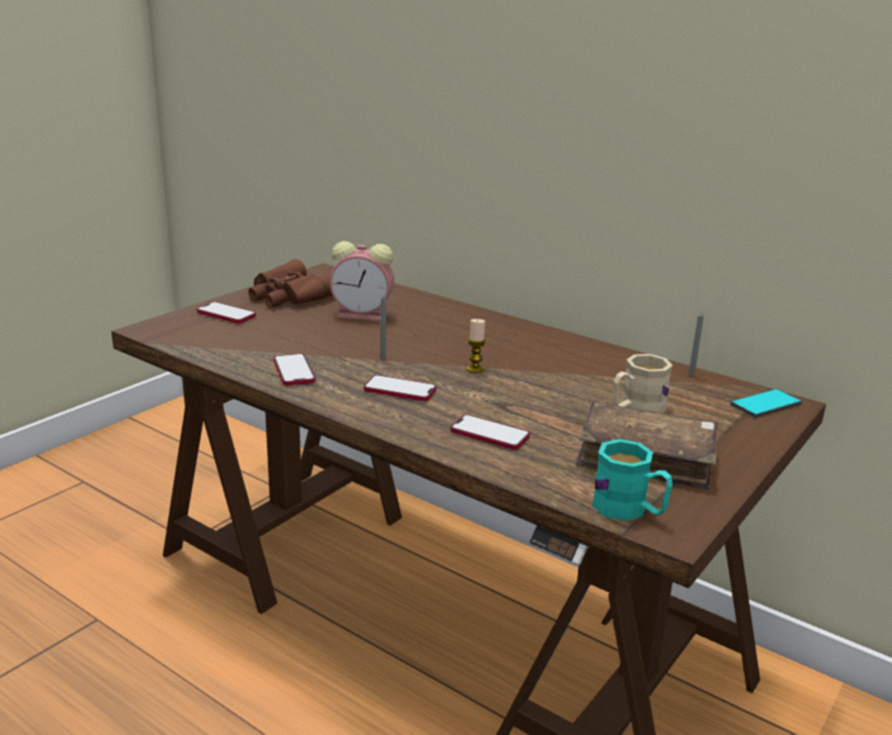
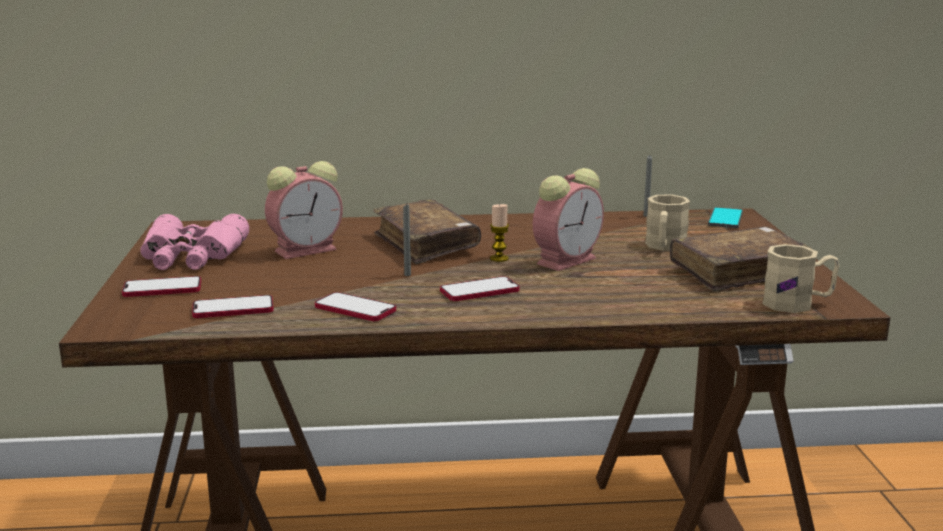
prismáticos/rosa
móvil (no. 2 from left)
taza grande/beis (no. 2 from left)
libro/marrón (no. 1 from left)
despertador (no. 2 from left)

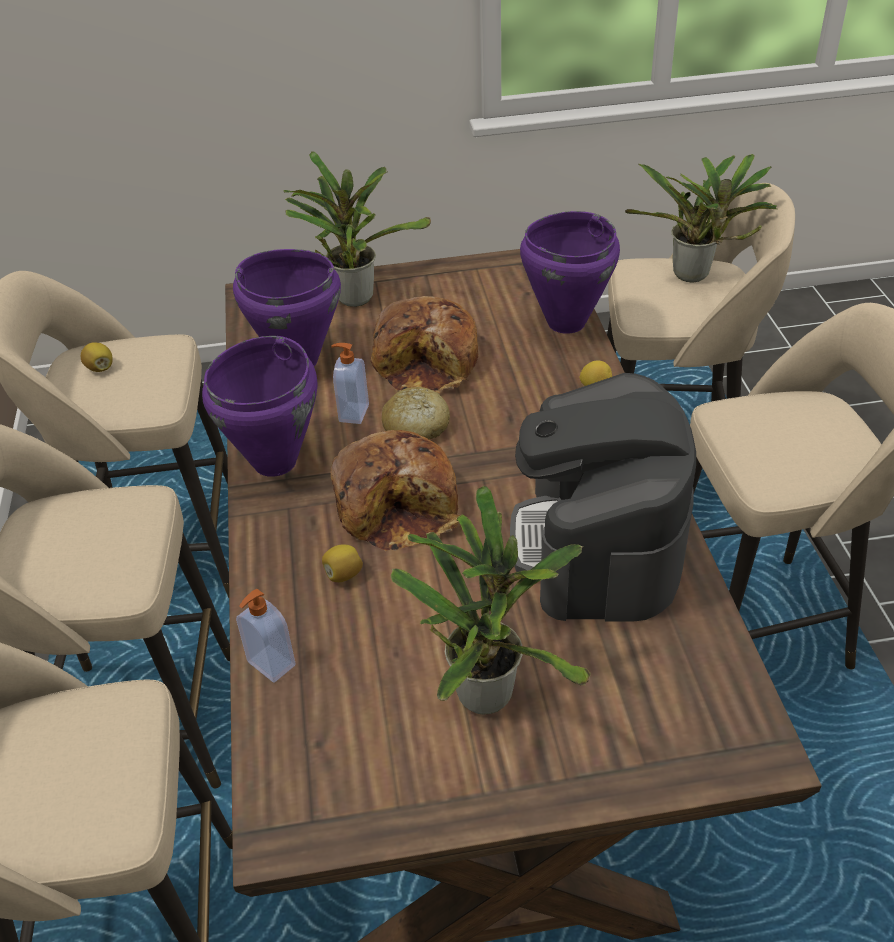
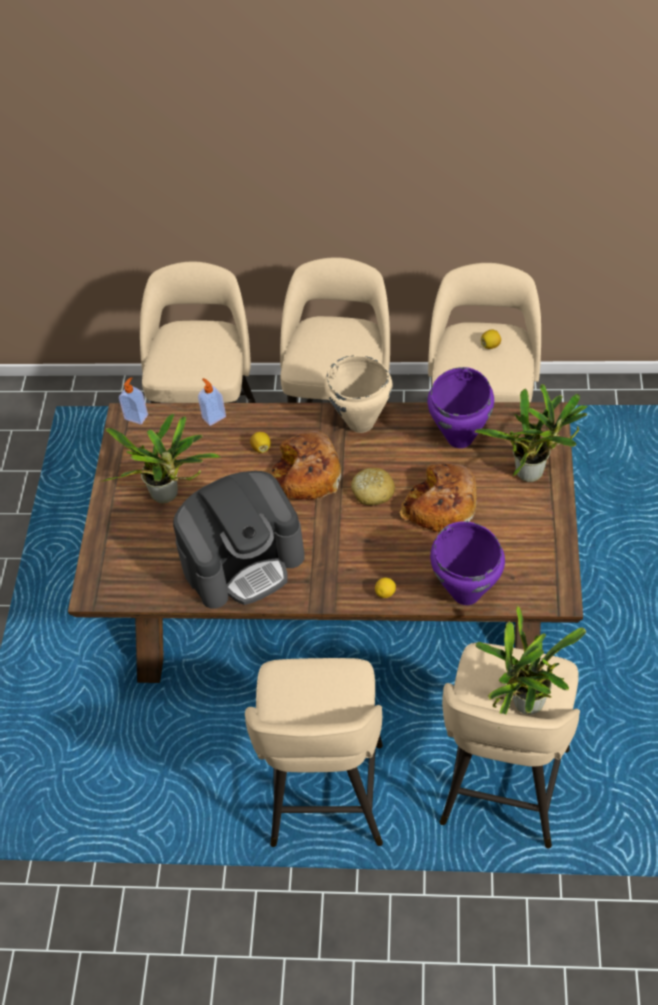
olla/beis
dispensador de jabón (no. 1 from left)
cafetera

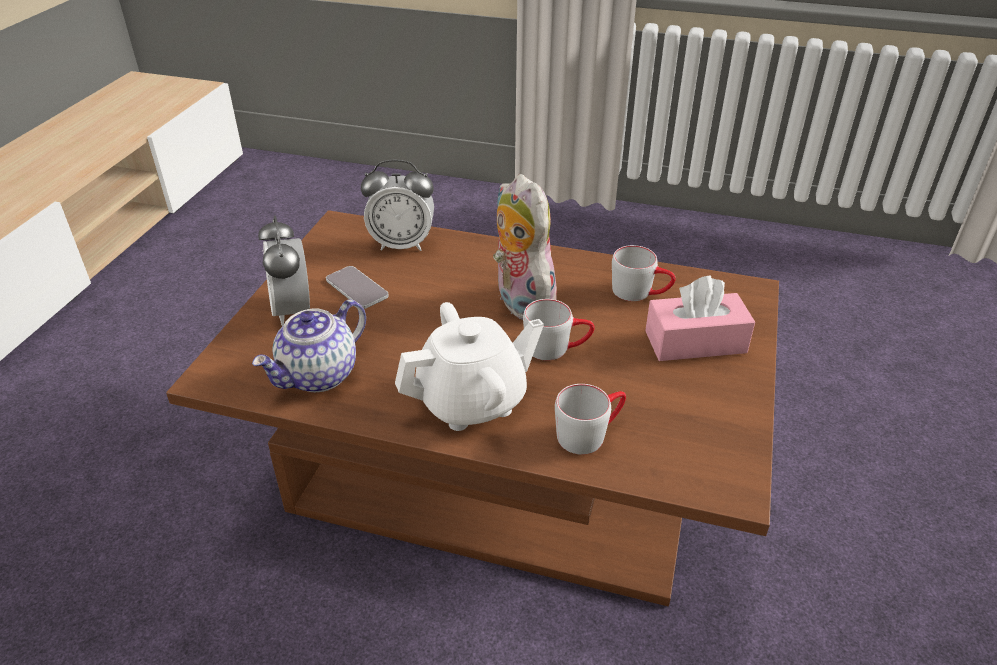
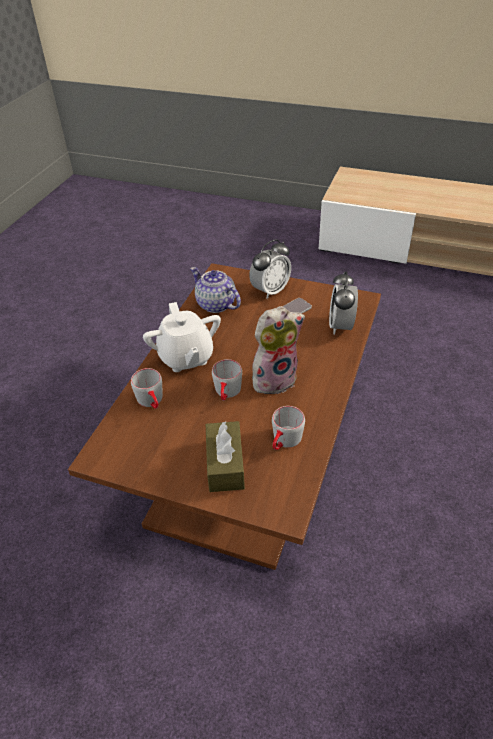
despertador (no. 1 from left)
caja de pañuelos/marrón

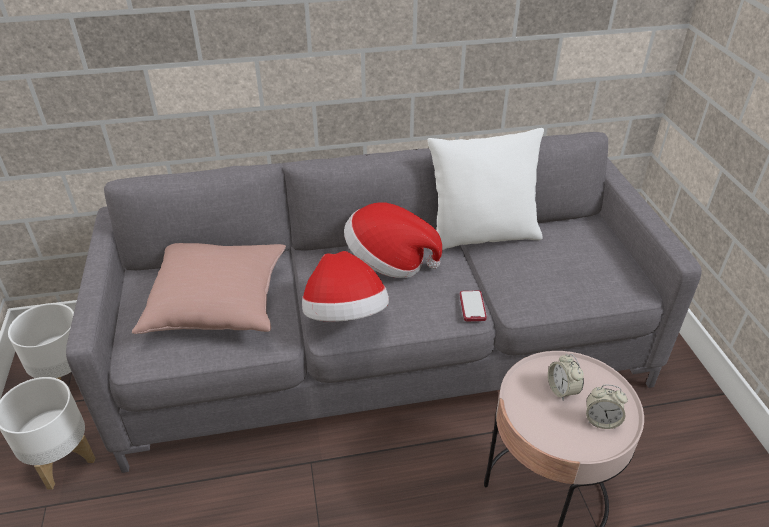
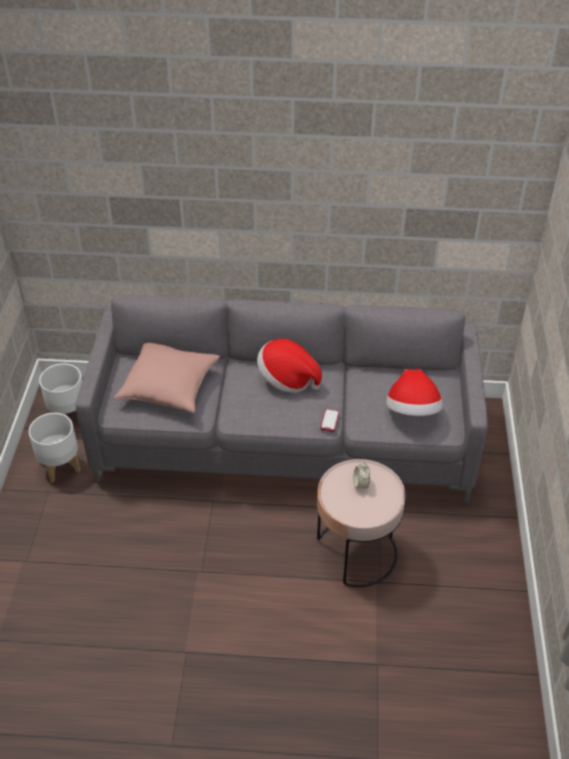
sombrero (no. 2 from left)
cojín/blanco
despertador (no. 2 from left in the first image)

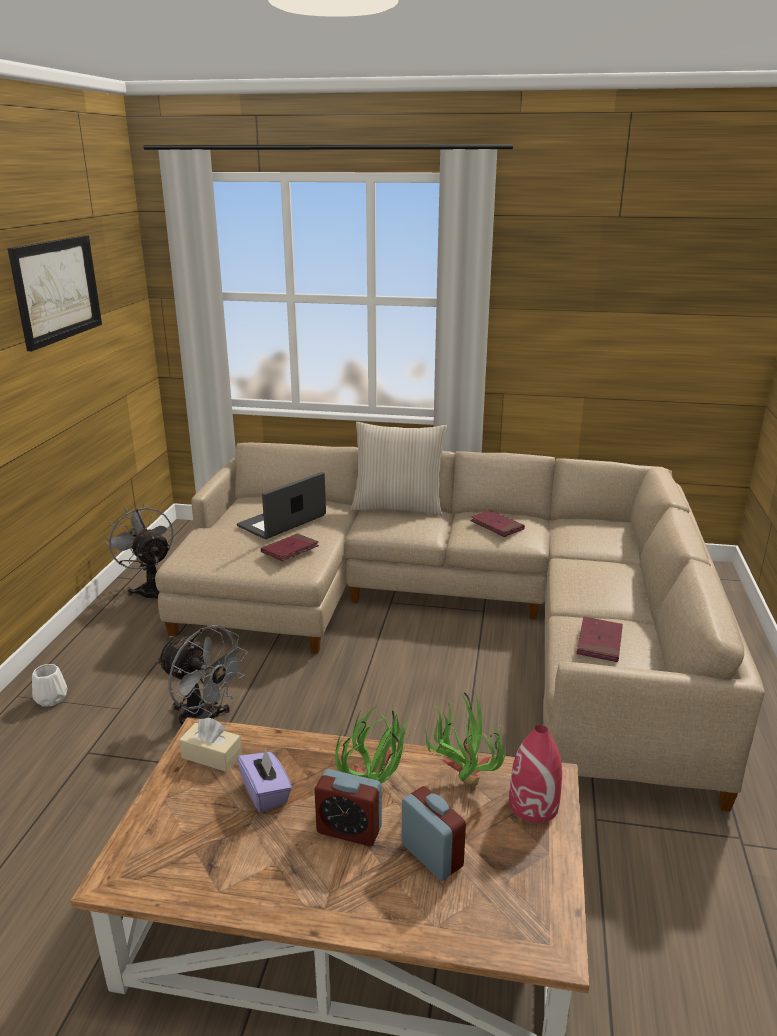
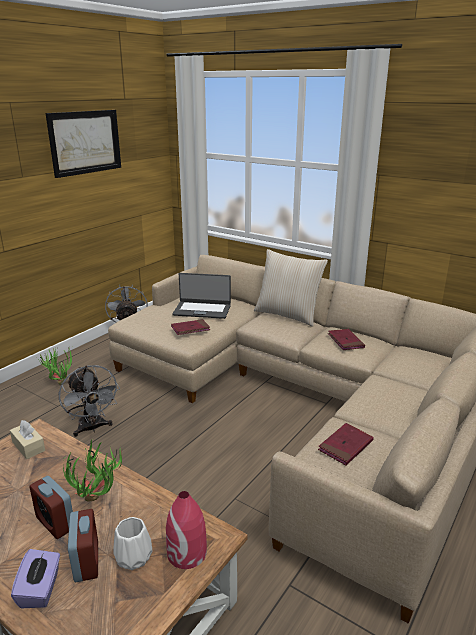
florero/blanco
portátil
caja de pañuelos/morado
planta en maceta (no. 1 from left)

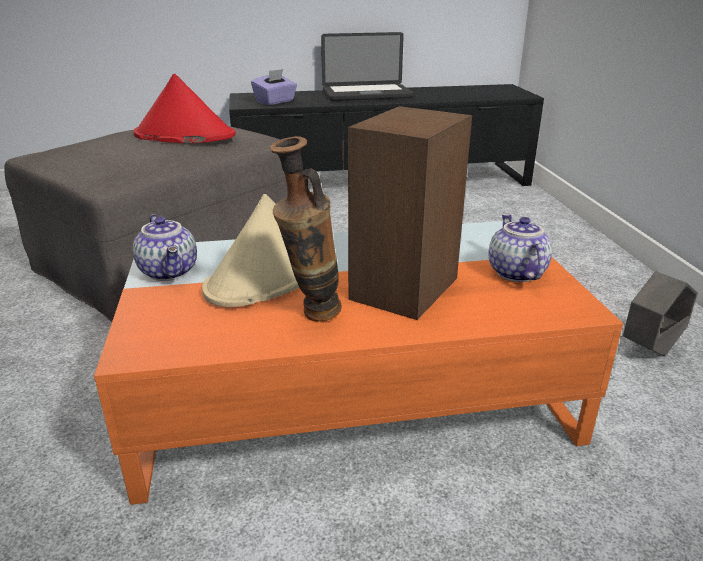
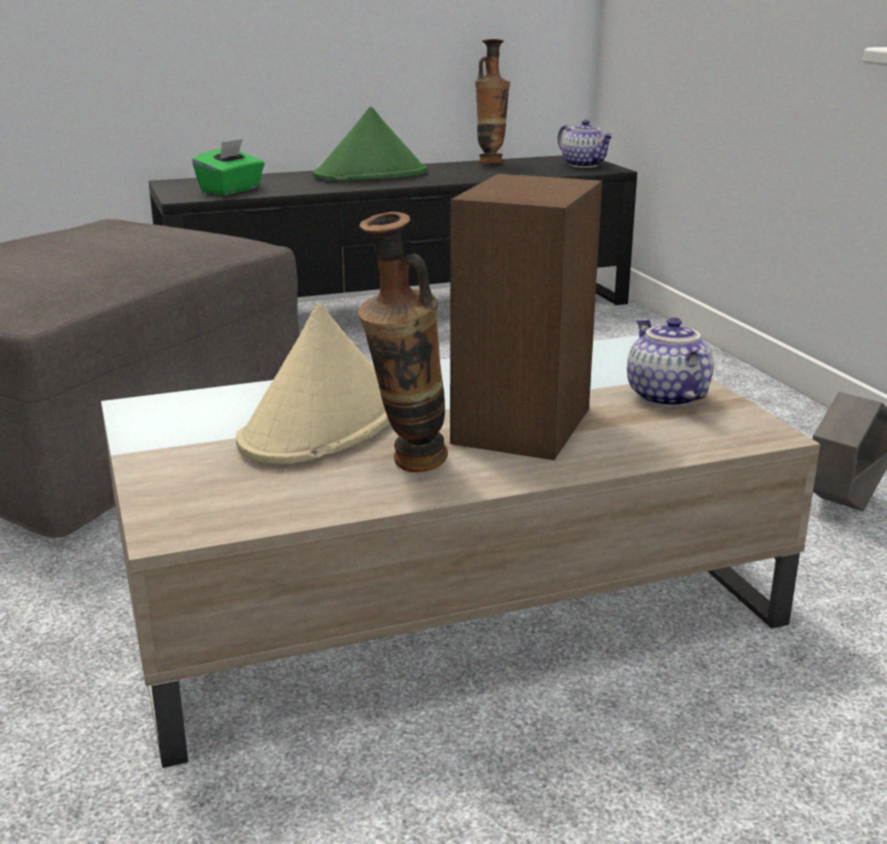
mesa de centro/beis
sombrero/rojo
tetera (no. 1 from left)
caja de pañuelos/verde
sombrero/verde
florero (no. 2 from left)

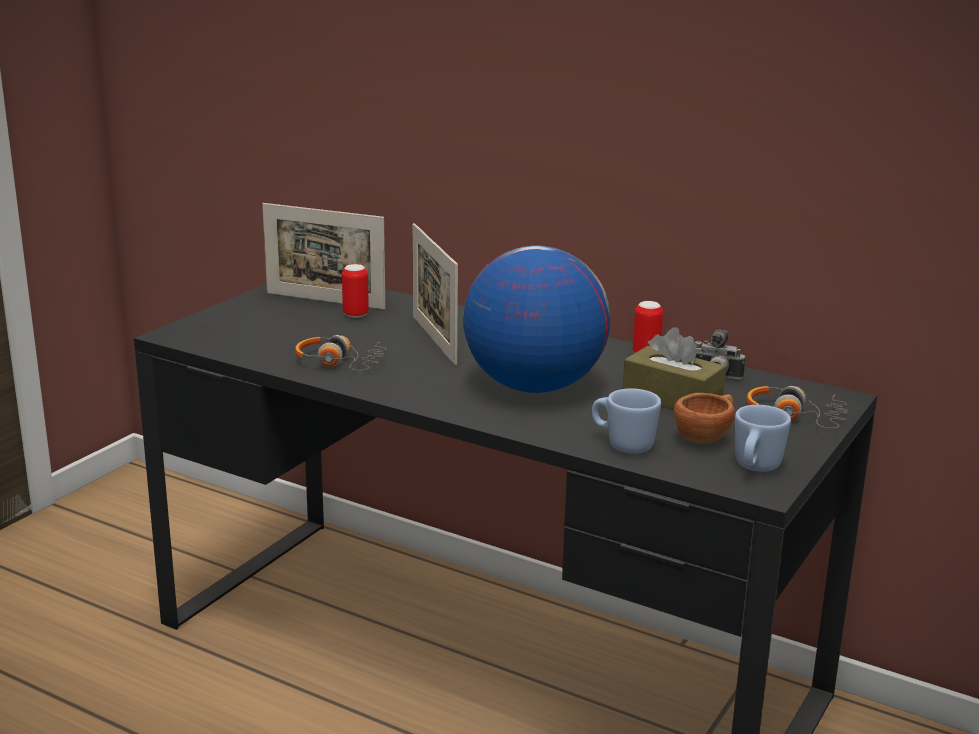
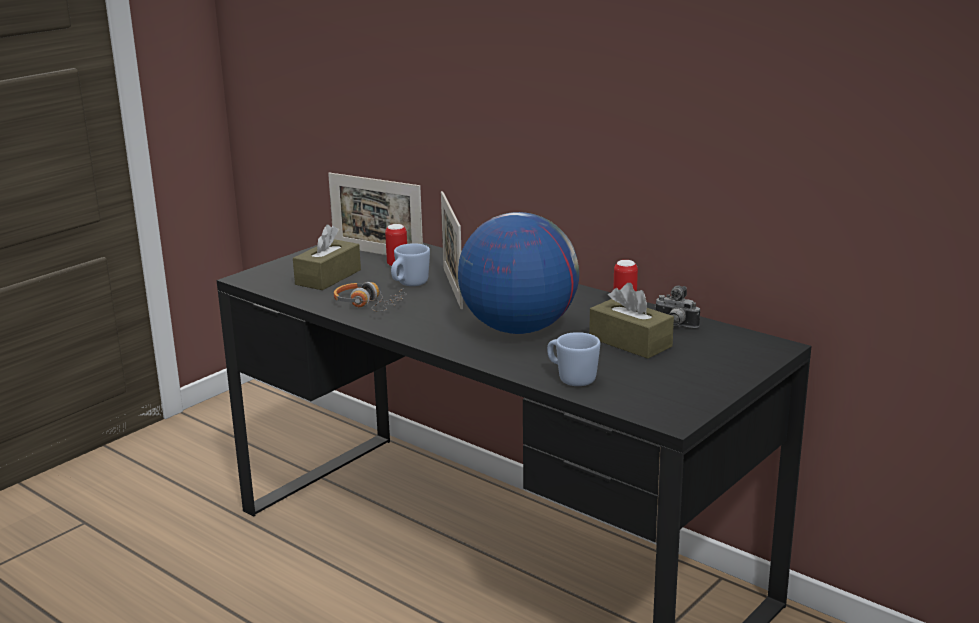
taza/marrón
taza grande/azul (no. 1 from left)
auriculares (no. 2 from left in the first image)
caja de pañuelos/marrón (no. 1 from left)

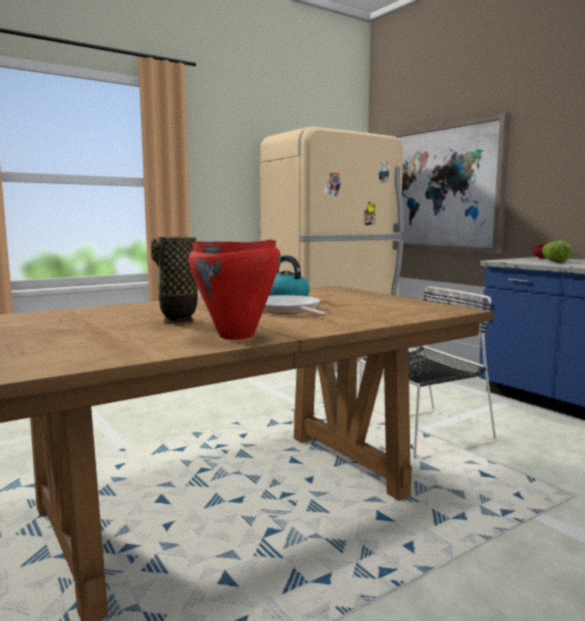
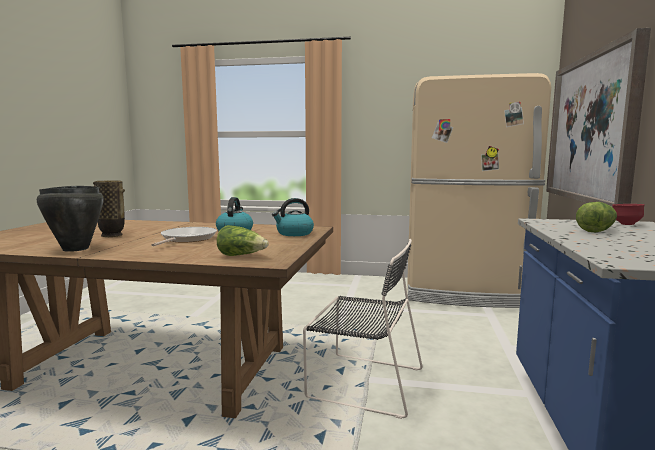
olla/negro
lechuga (no. 1 from left)
hervidor (no. 2 from left)

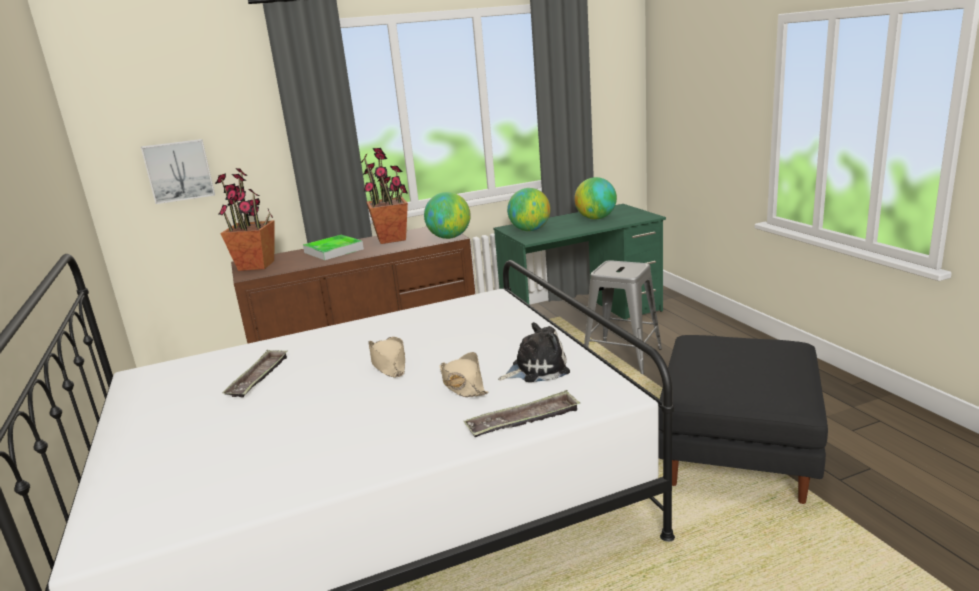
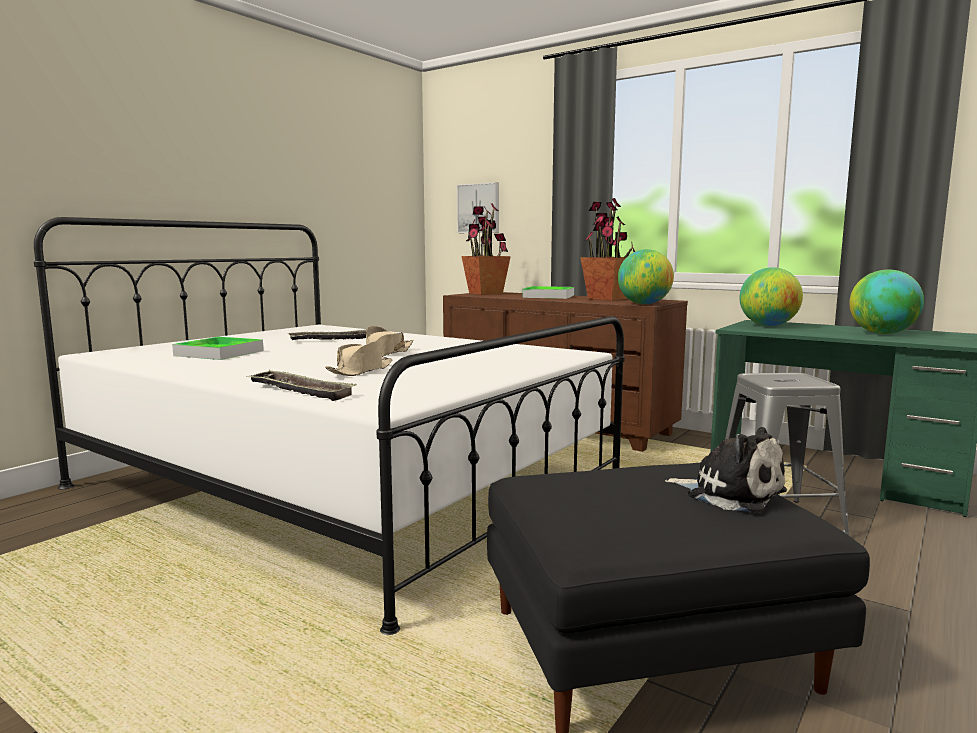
peluche
bandeja (no. 1 from left)

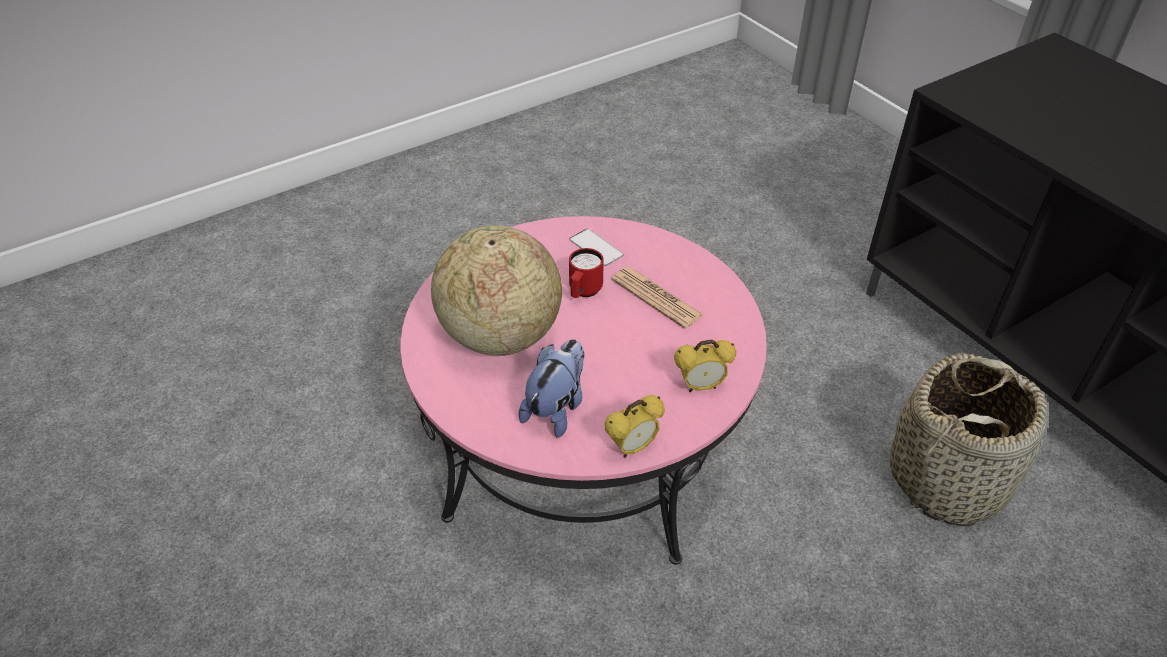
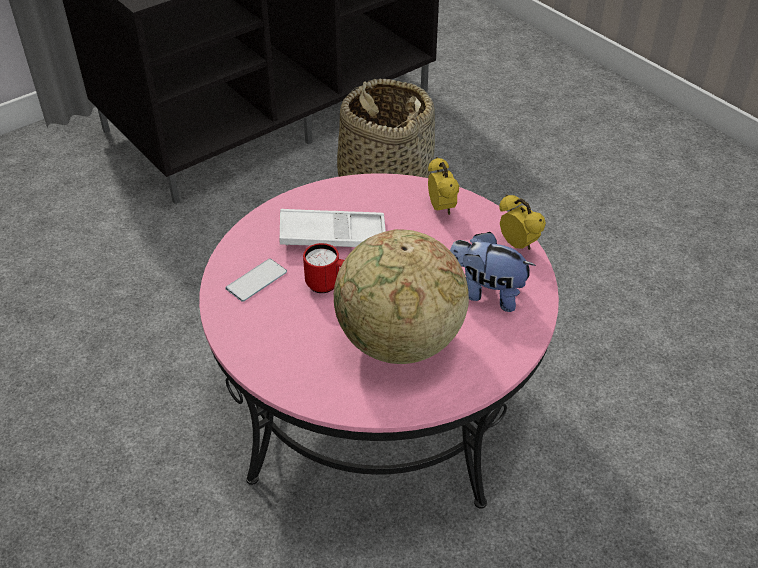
bandeja/blanco

